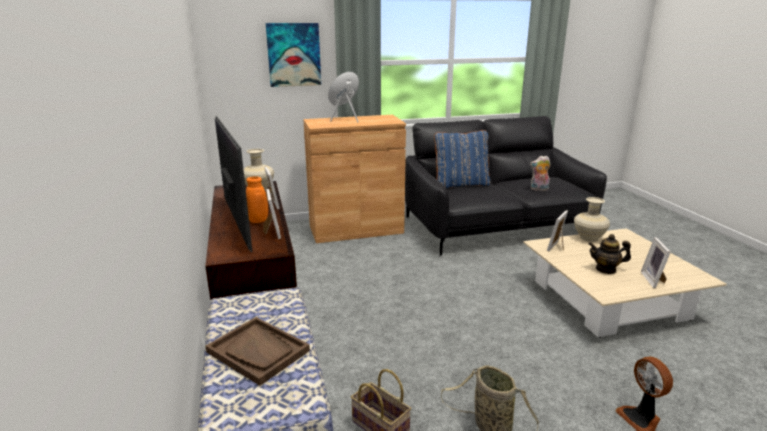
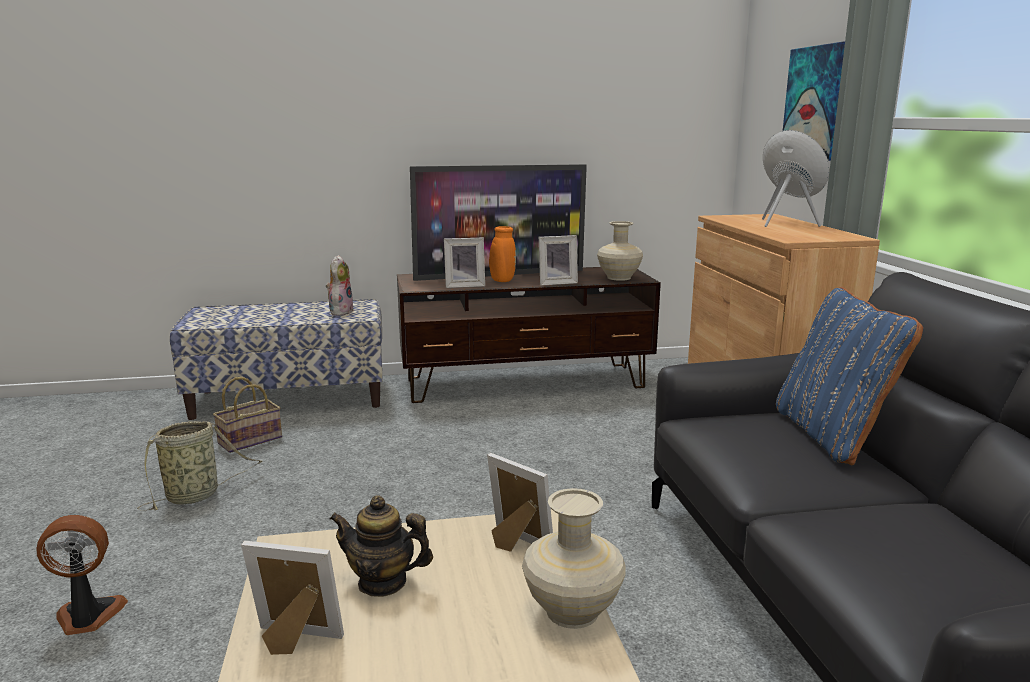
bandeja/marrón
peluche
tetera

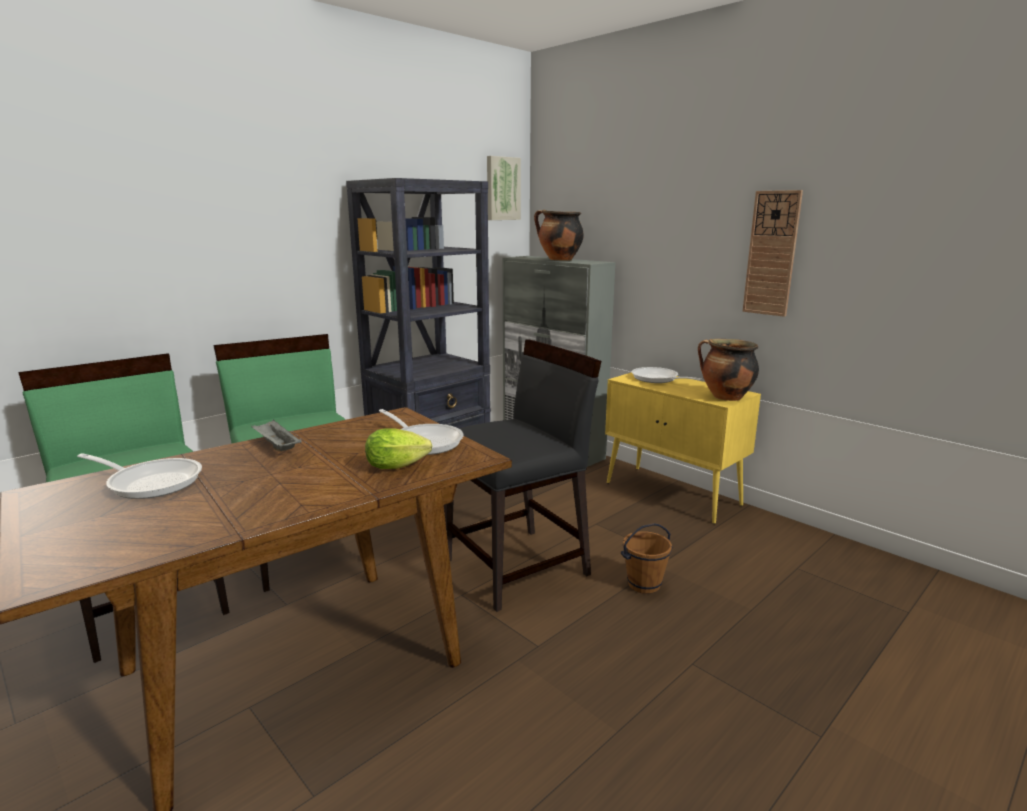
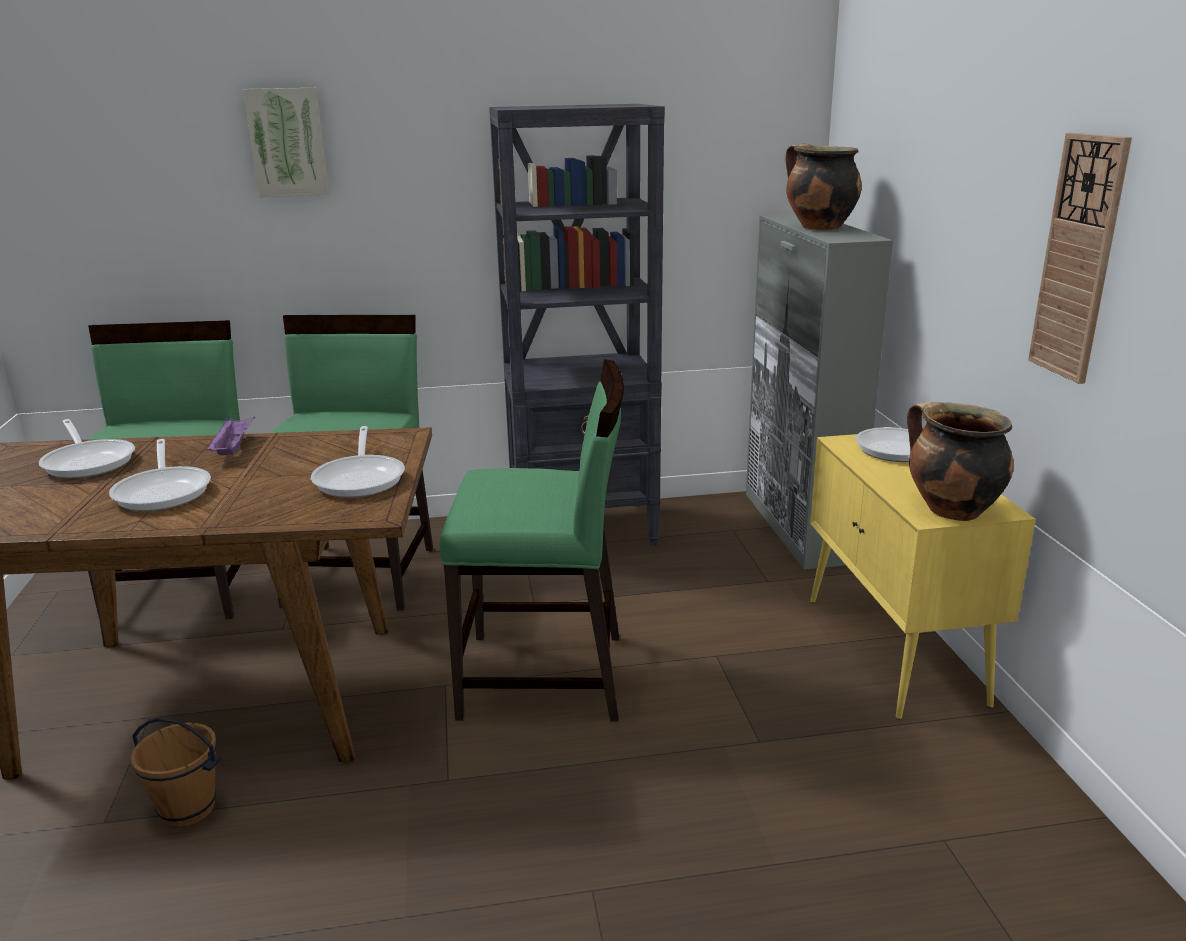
bandeja/morado
lechuga
silla/verde (no. 3 from left)
cuadro
cubo/marrón
sartén (no. 2 from left)

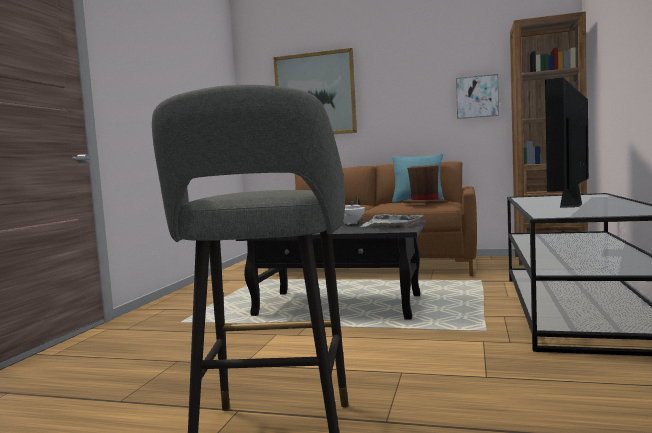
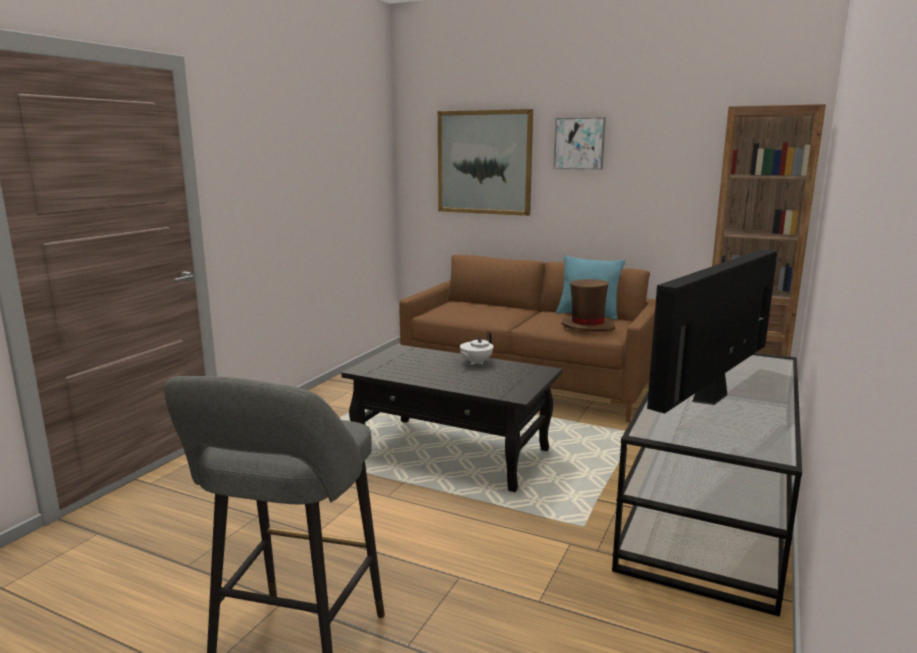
bandeja/gris
cuadro (no. 2 from left)

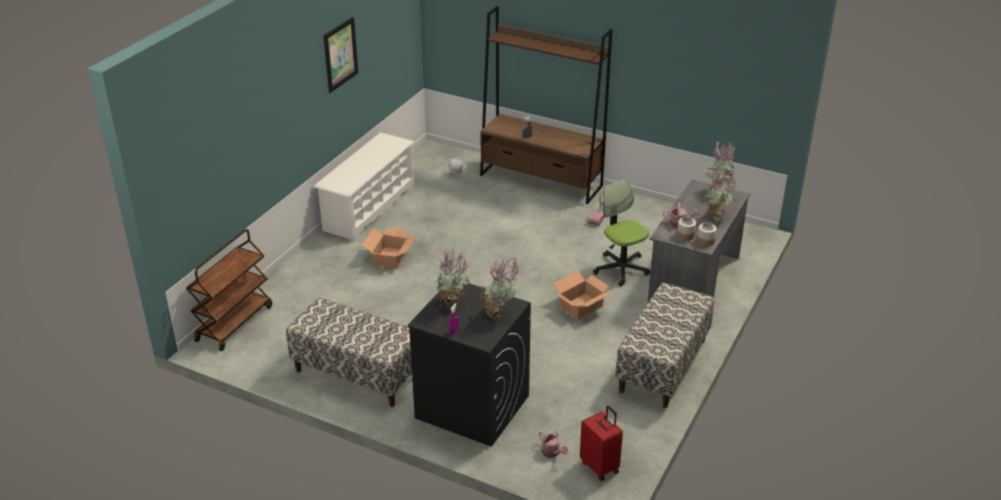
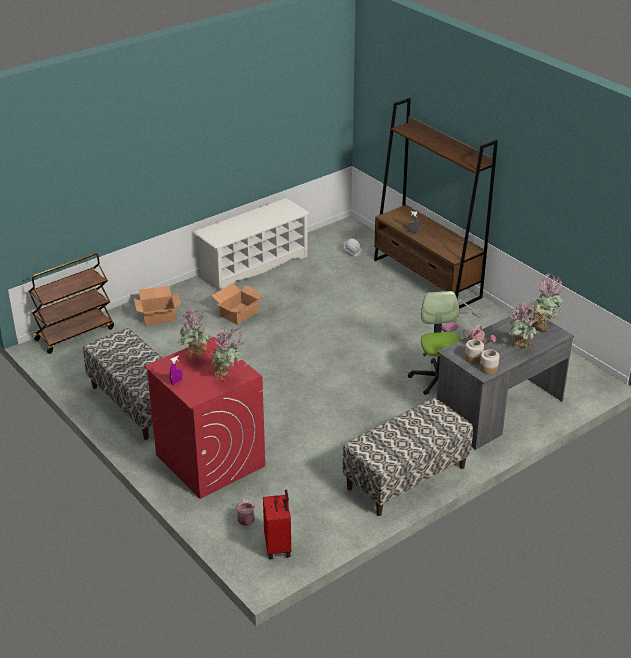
cuadro
lavadora/rojo
caja de cartón (no. 1 from left)

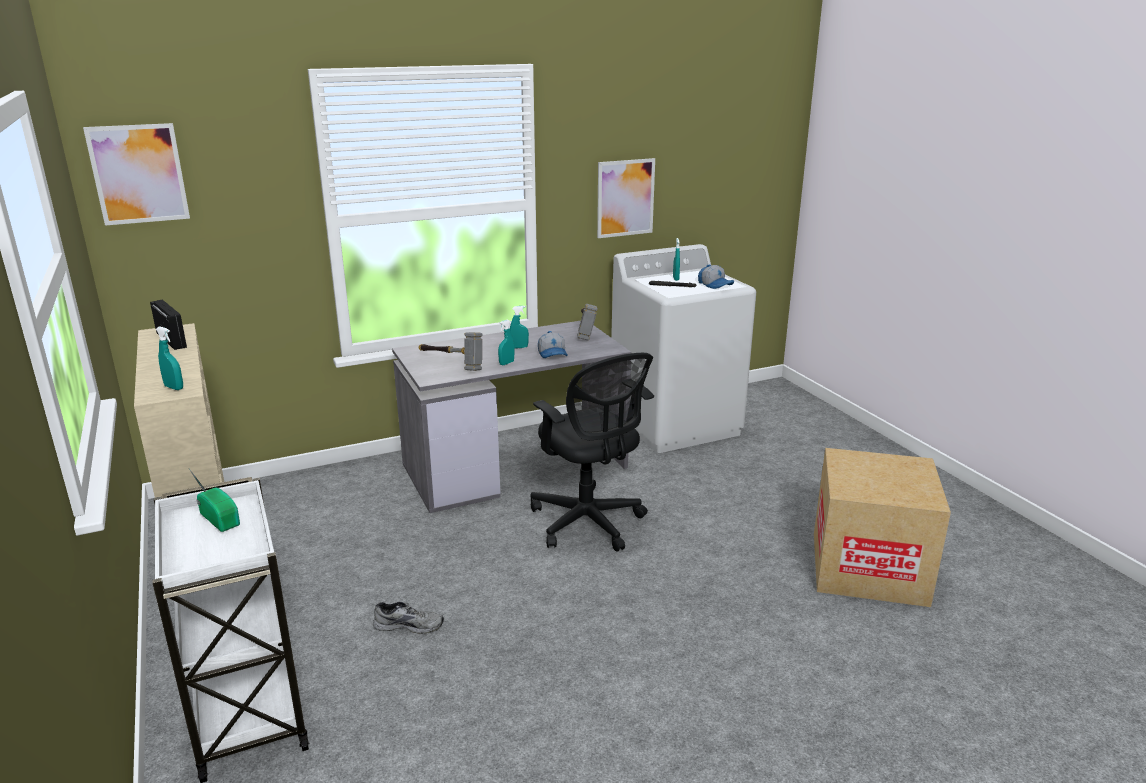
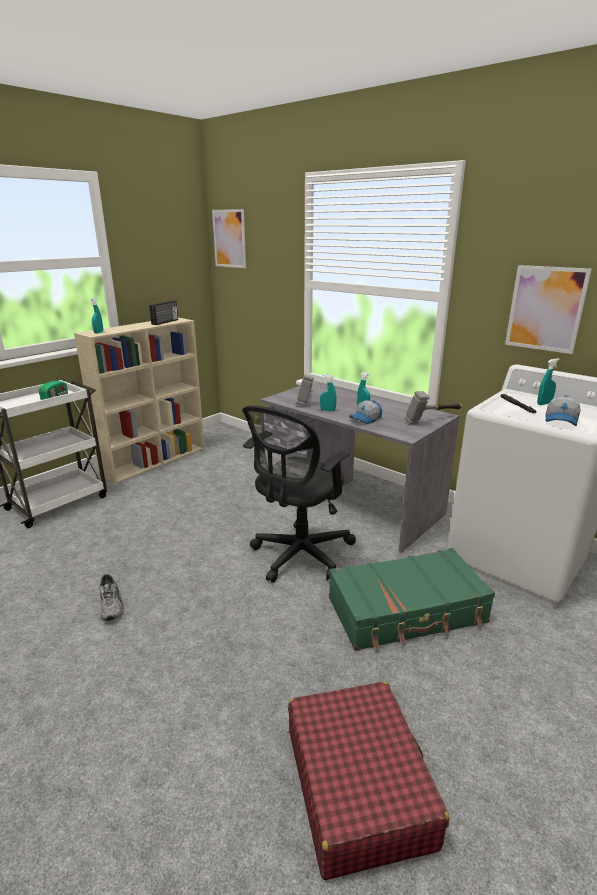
zapato/gris
maleta/rojo
maleta/verde

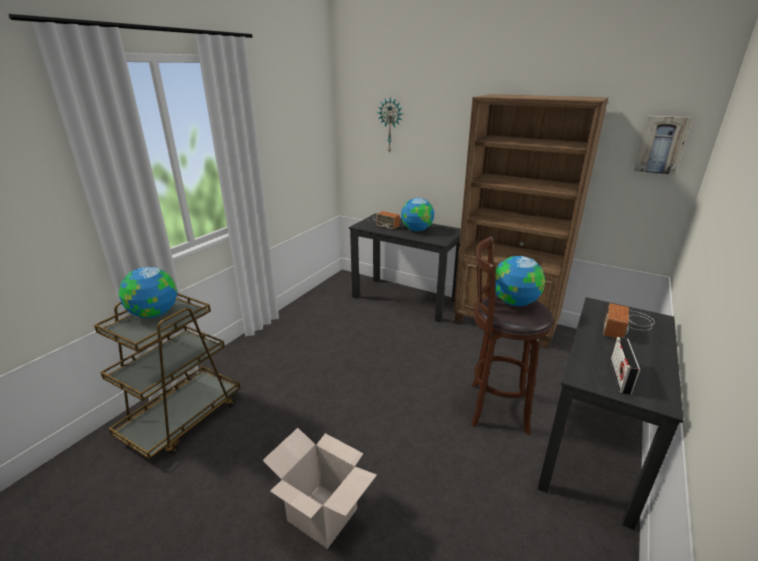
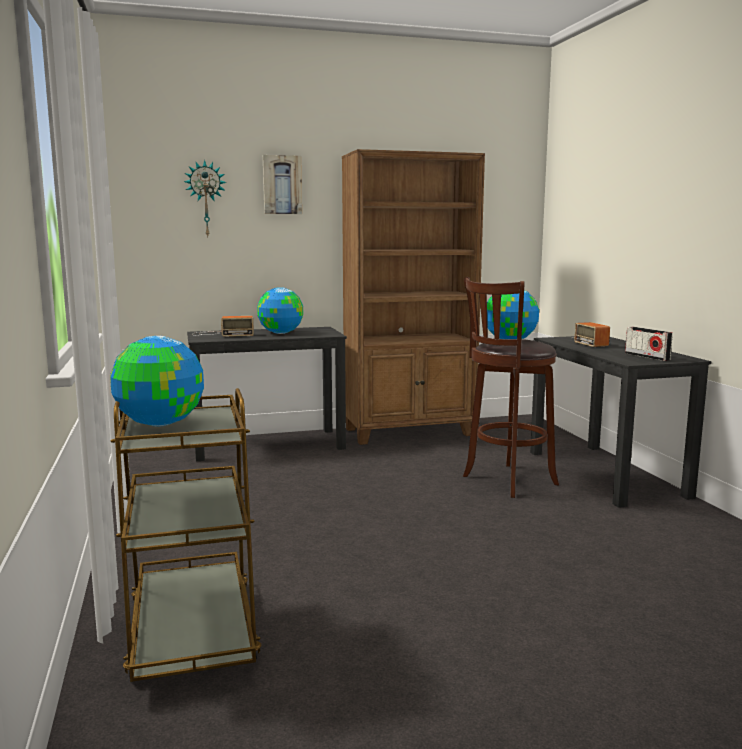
caja de cartón
cuadro

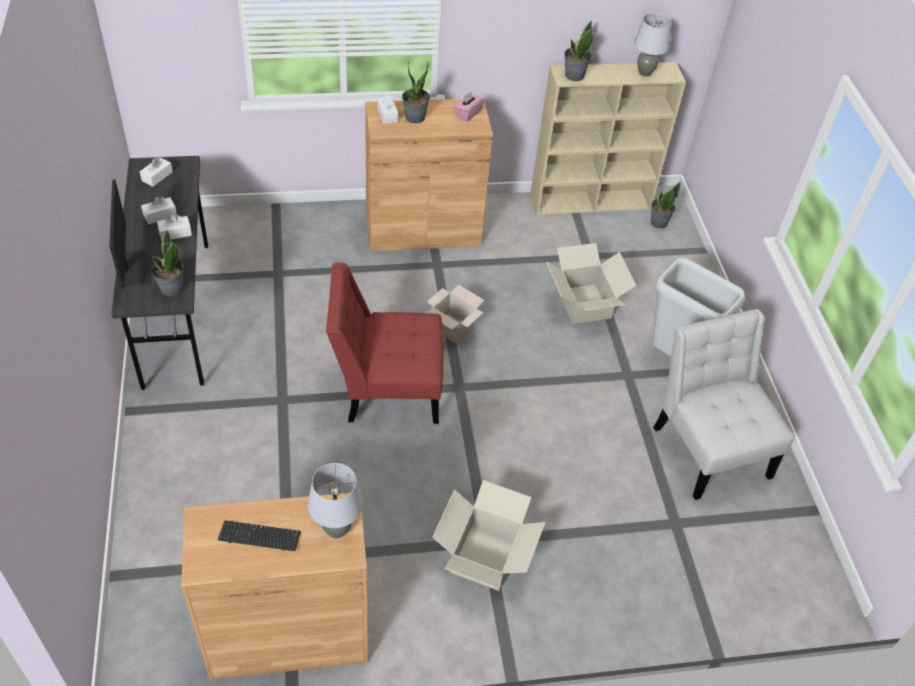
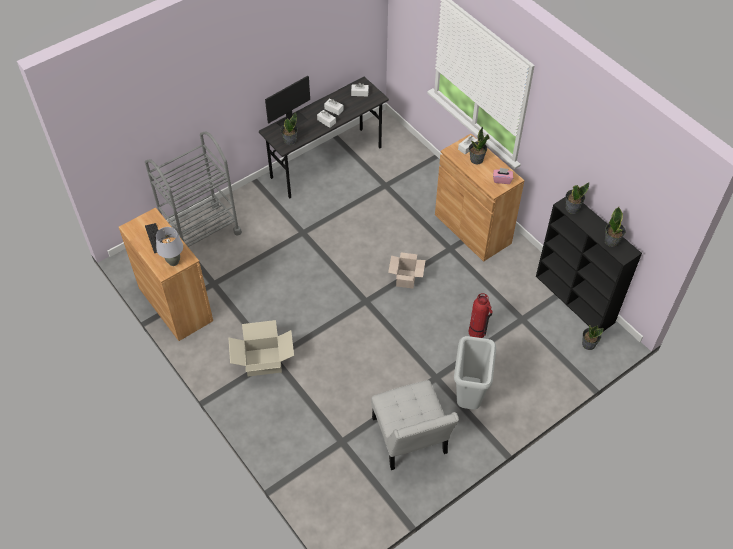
silla/rojo
estantería/negro
extintor
planta en maceta (no. 5 from left)
silla/blanco
carrito/gris

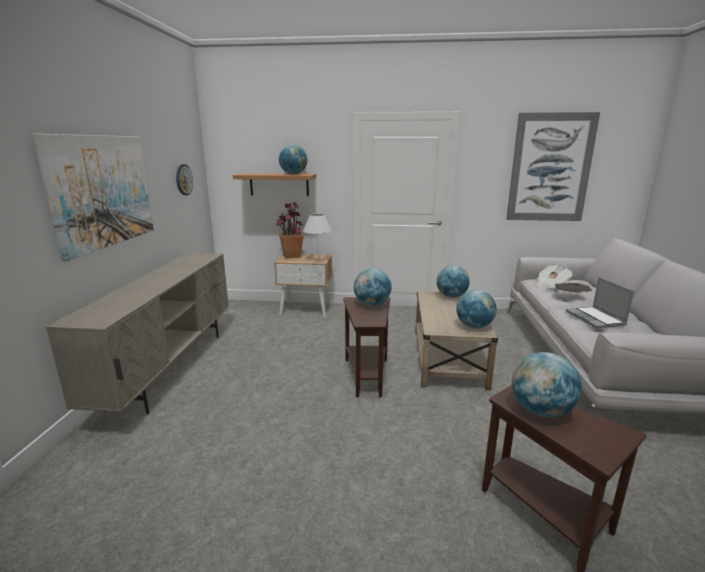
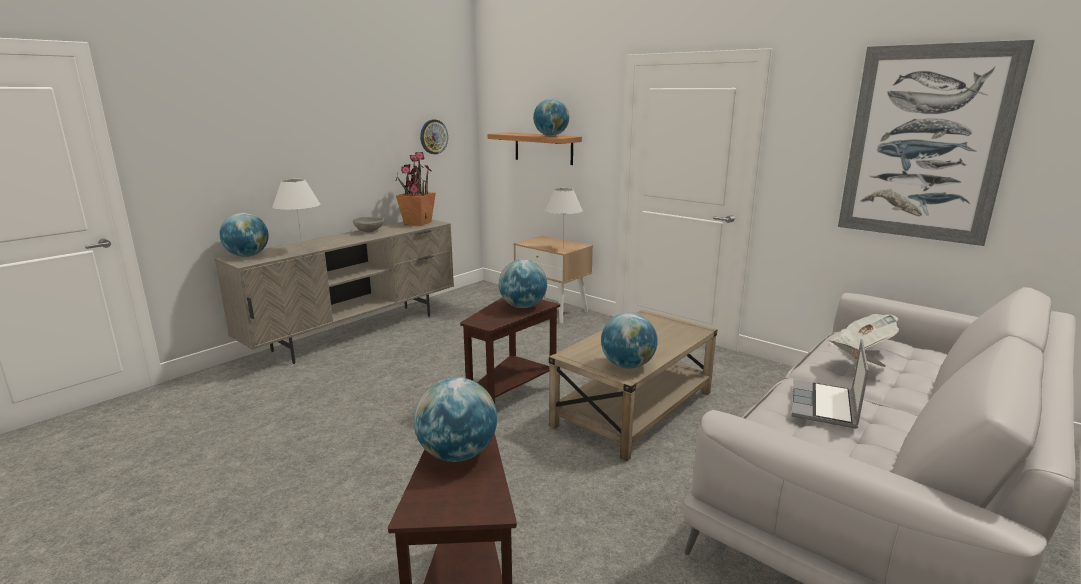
cuadro (no. 1 from left in the first image)
planta en maceta
globo terráqueo (no. 1 from left)
lámpara de mesa/blanco (no. 1 from left)
cuenco/gris

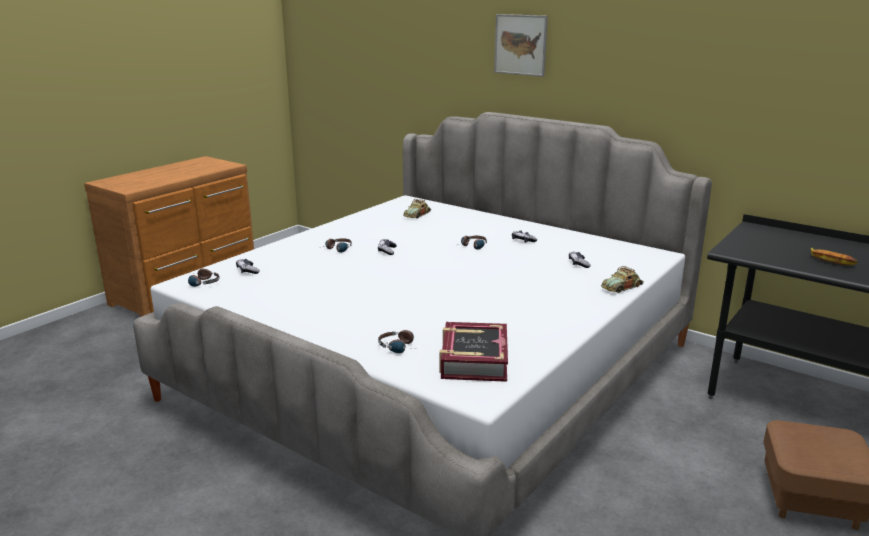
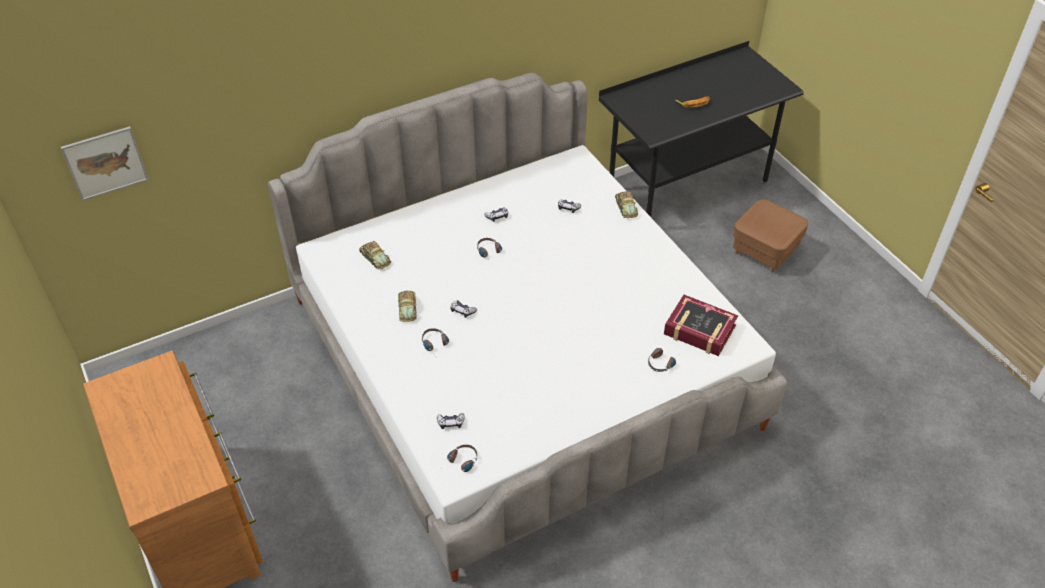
cuadro
coche de juguete (no. 2 from left)

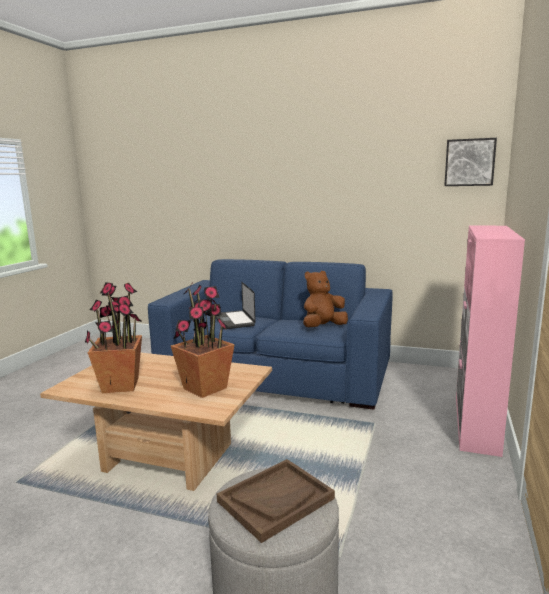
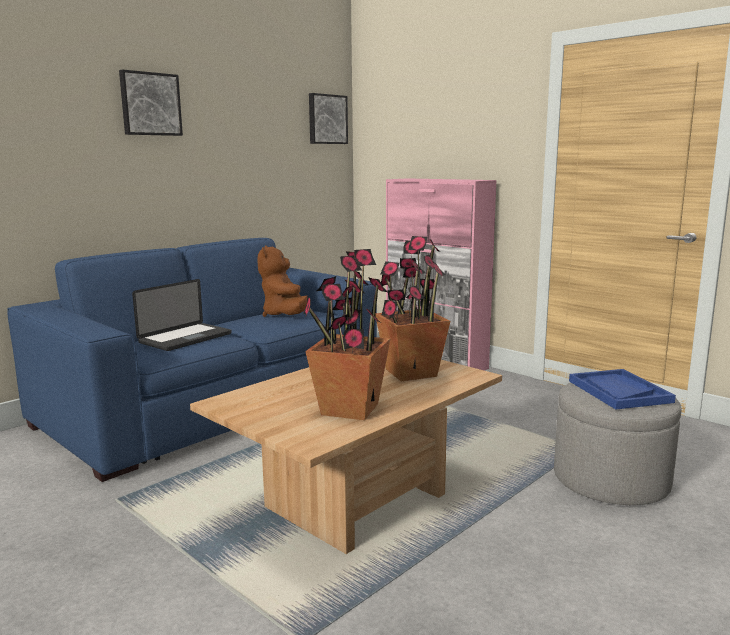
portátil
bandeja/azul
cuadro (no. 1 from left)

